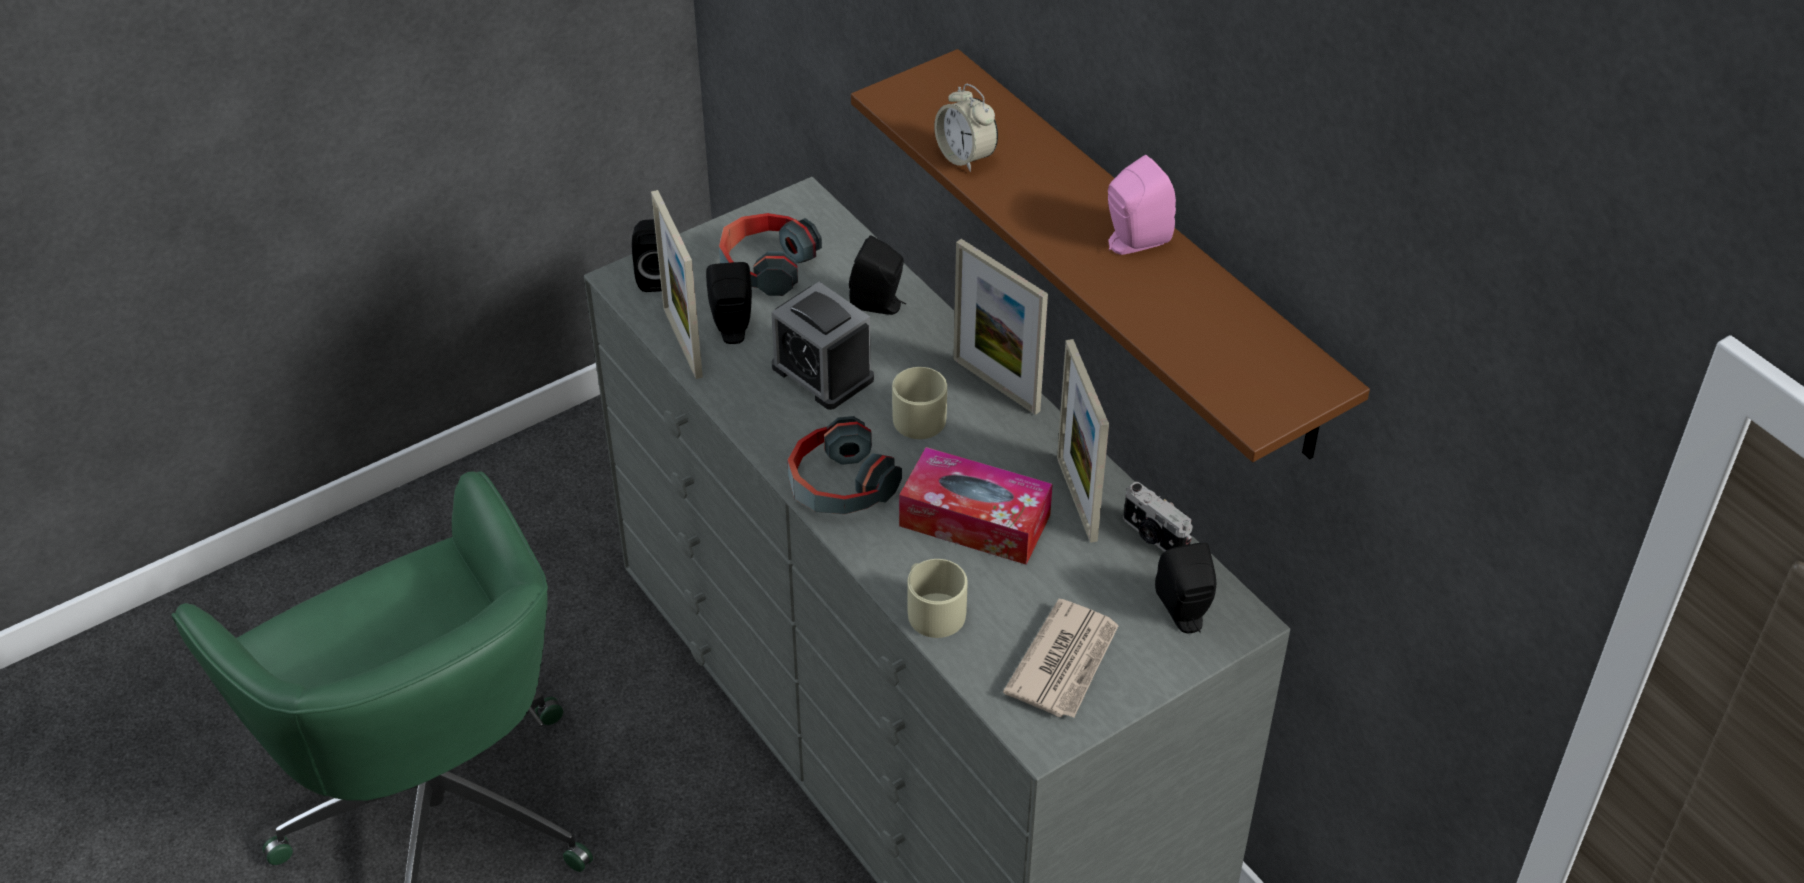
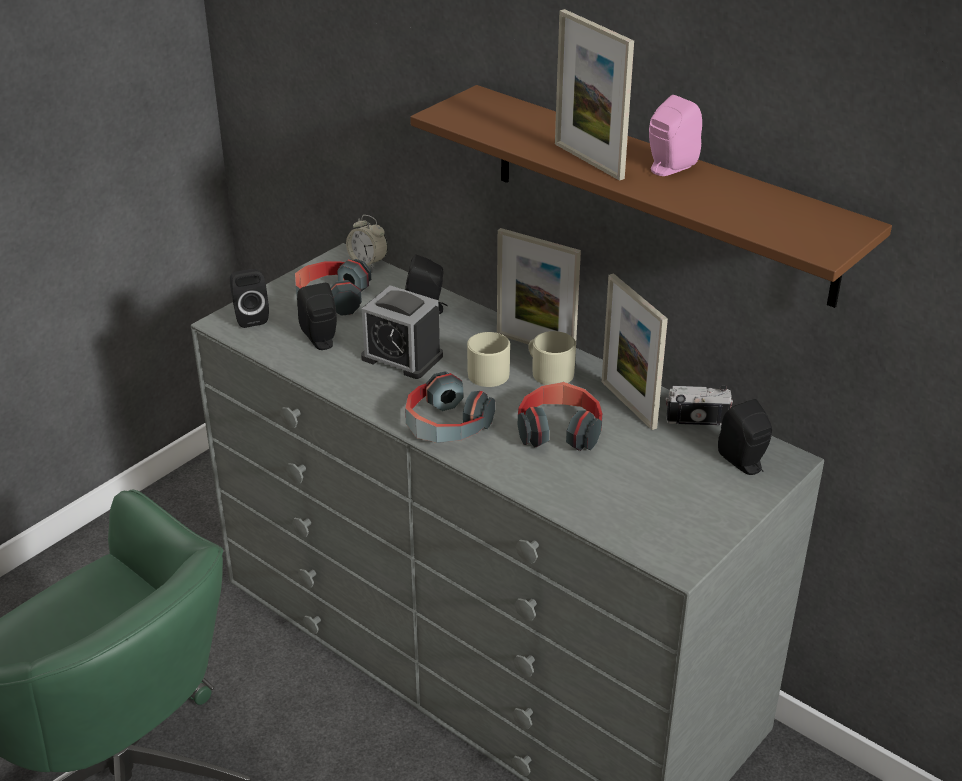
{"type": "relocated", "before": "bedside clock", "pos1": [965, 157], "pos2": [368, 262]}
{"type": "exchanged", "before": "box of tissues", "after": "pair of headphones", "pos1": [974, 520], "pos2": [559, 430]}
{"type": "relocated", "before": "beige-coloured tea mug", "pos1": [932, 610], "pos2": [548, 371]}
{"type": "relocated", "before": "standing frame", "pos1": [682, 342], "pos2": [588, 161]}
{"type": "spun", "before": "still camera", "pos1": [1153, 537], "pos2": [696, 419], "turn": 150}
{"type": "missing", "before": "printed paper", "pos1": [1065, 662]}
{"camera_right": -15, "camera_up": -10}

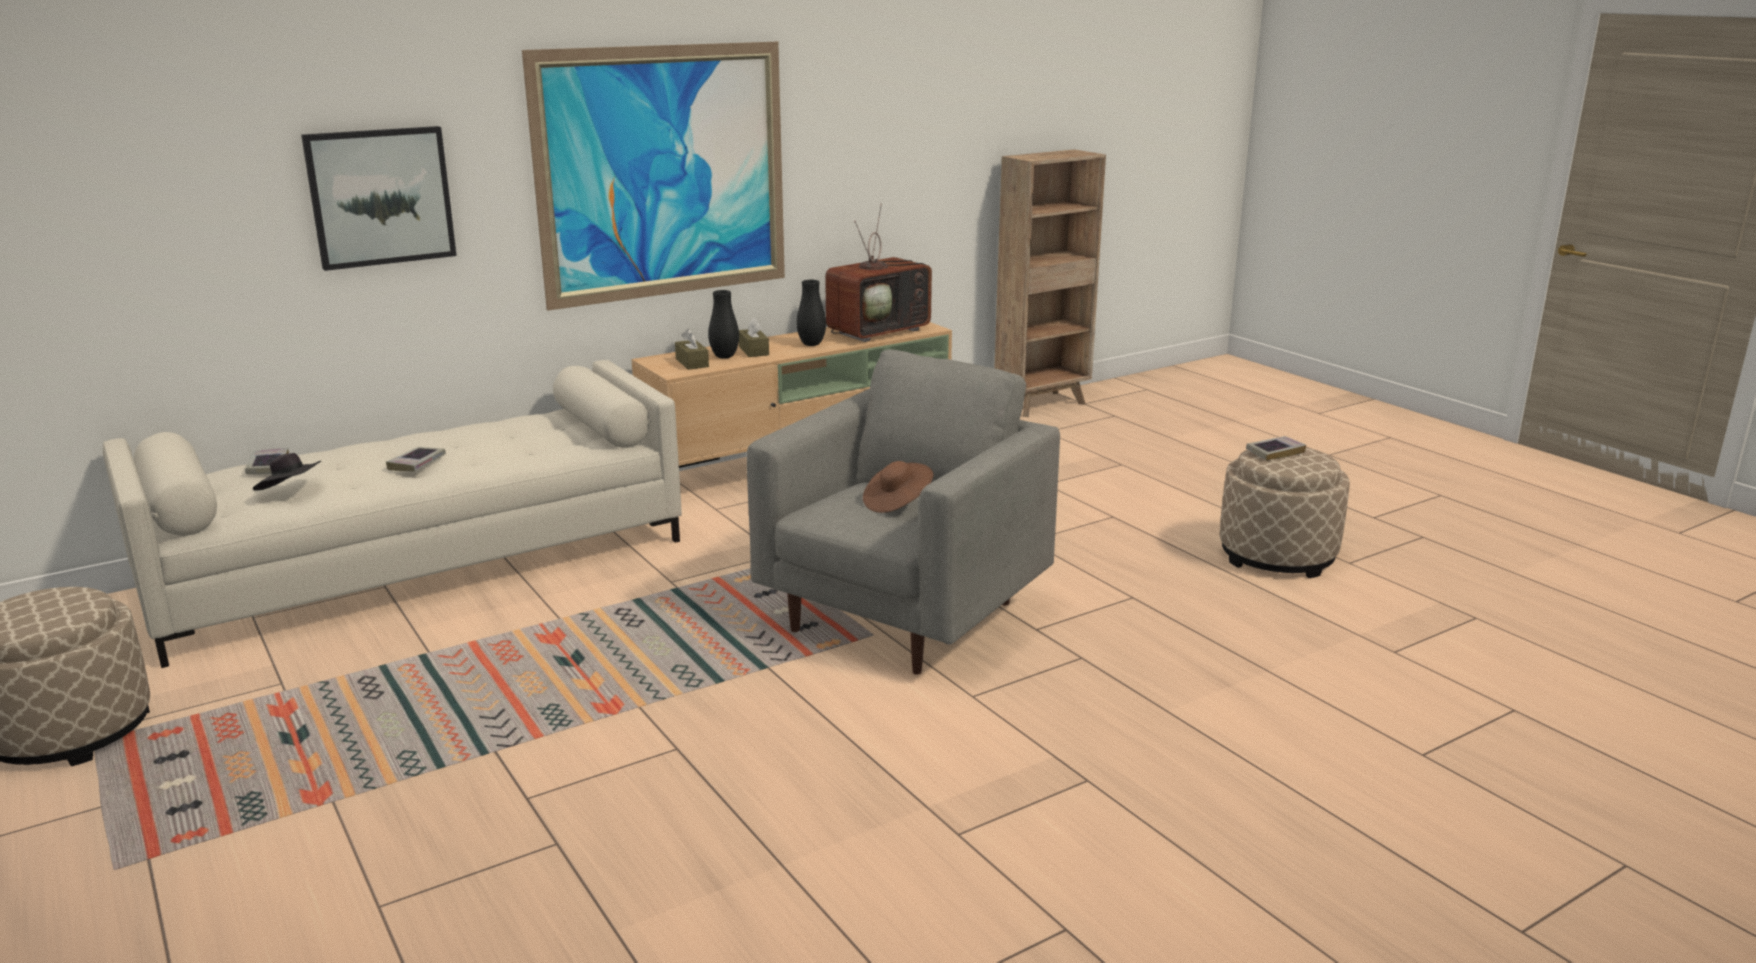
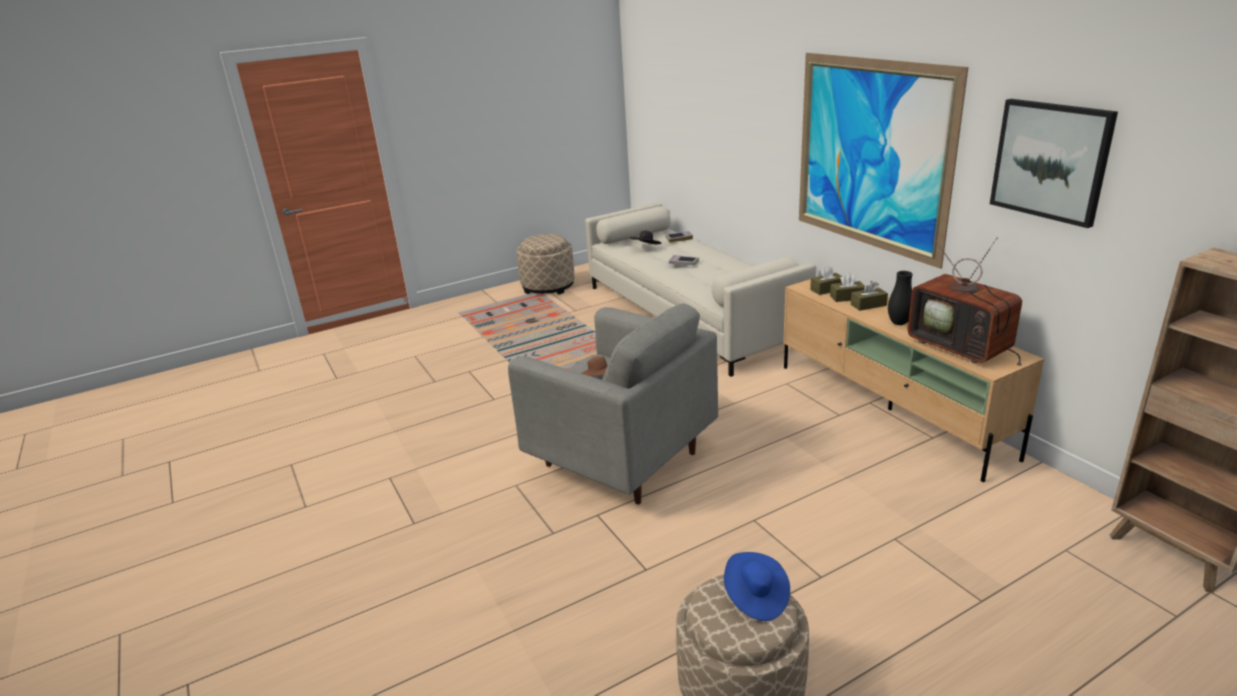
{"type": "exchanged", "before": "volume", "after": "blue-coloured hat", "pos1": [1275, 452], "pos2": [755, 598]}
{"type": "exchanged", "before": "black-coloured decorative vase", "after": "brownish box of tissues", "pos1": [724, 357], "pos2": [847, 297]}
{"type": "relocated", "before": "wall art", "pos1": [380, 197], "pos2": [1051, 161]}
{"camera_right": 95, "camera_up": 5}

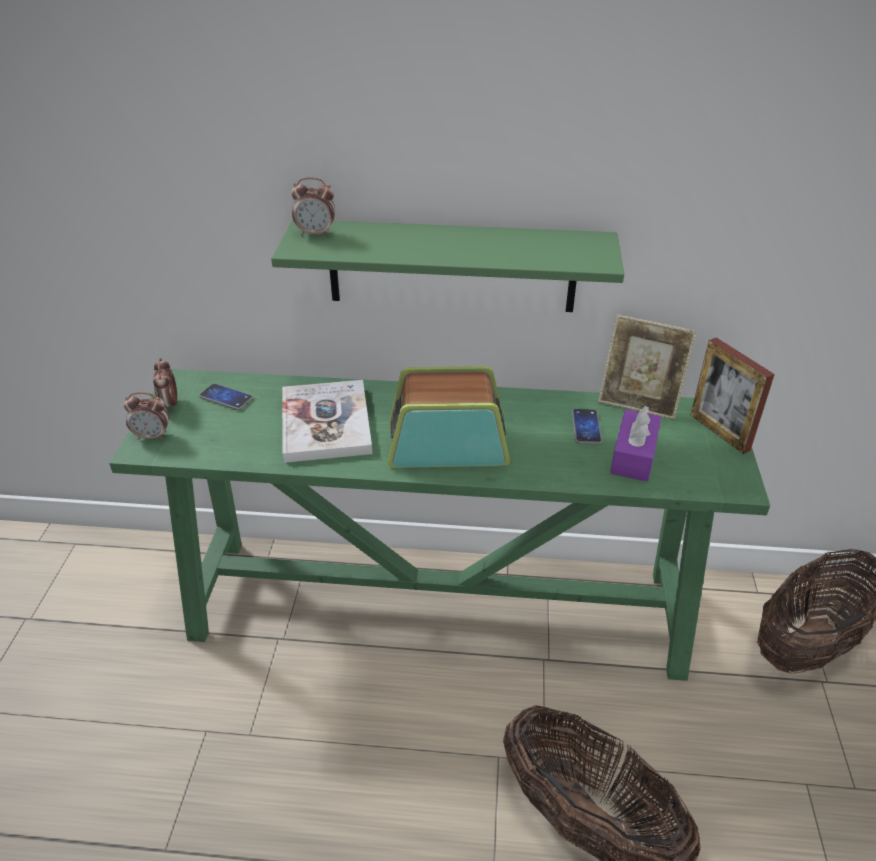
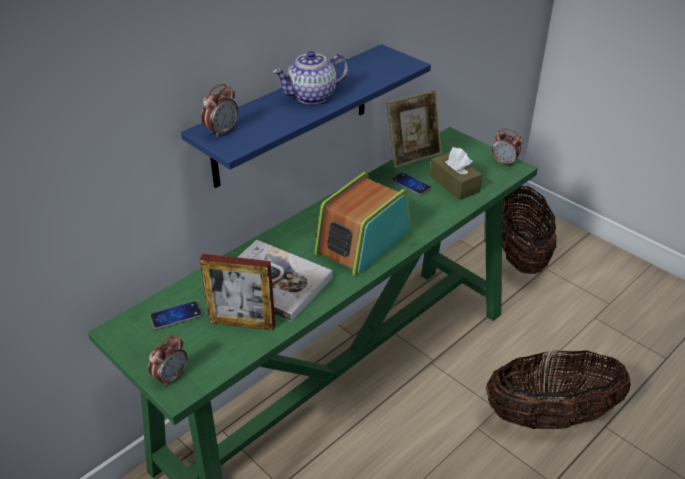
{"type": "colour", "before": "green-coloured wall shelf", "after": "blue-coloured wall shelf", "pos1": [452, 266], "pos2": [292, 116]}
{"type": "relocated", "before": "standing frame", "pos1": [719, 432], "pos2": [242, 323]}
{"type": "appeared", "after": "pot for tea", "pos2": [313, 96]}
{"type": "colour", "before": "purple-coloured box of tissues", "after": "brownish box of tissues", "pos1": [633, 456], "pos2": [454, 184]}
{"type": "relocated", "before": "bedside clock", "pos1": [170, 405], "pos2": [504, 162]}
{"camera_right": -50, "camera_up": 0}

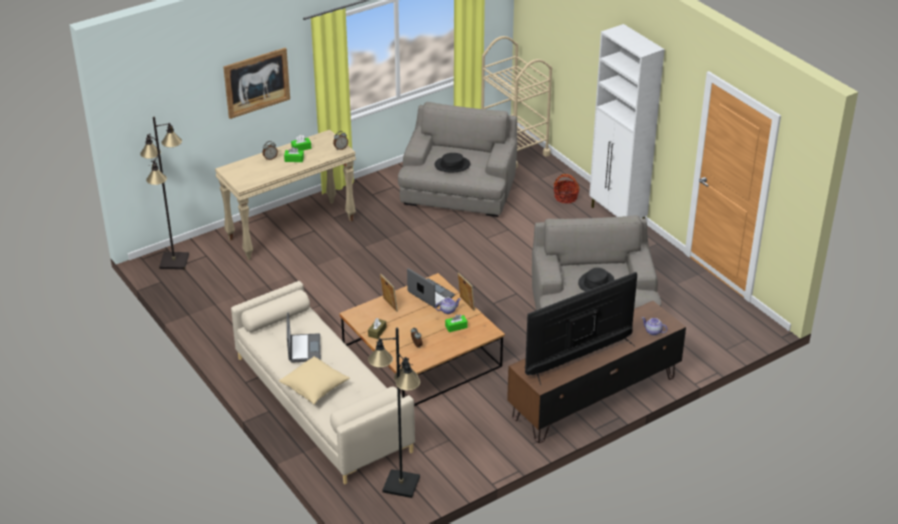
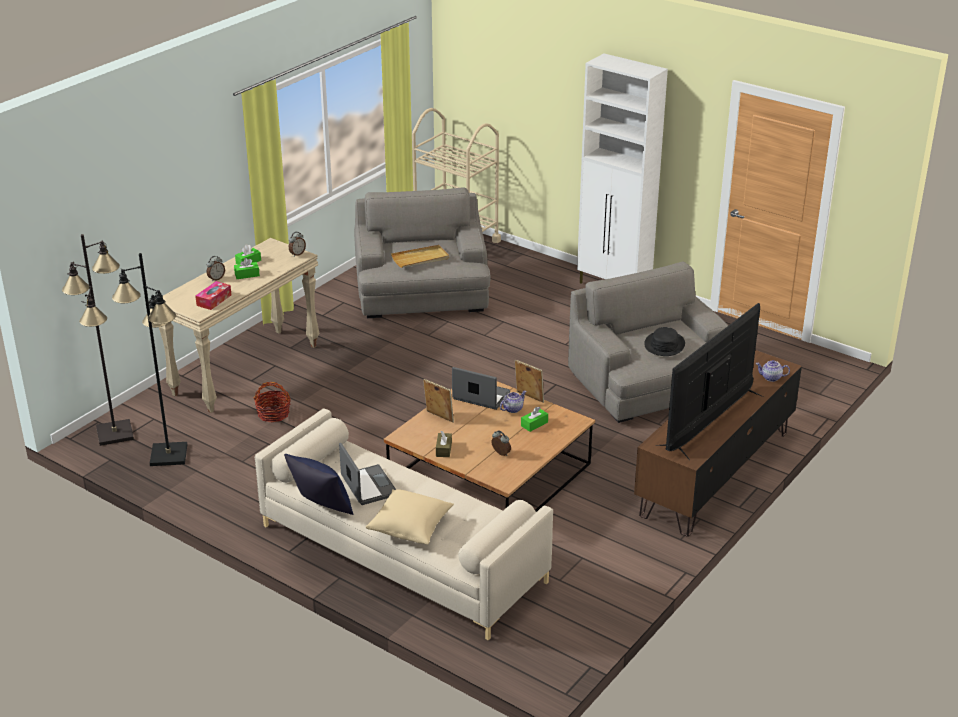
{"type": "relocated", "before": "black-coloured standard lamp", "pos1": [401, 484], "pos2": [168, 455]}
{"type": "appeared", "after": "box of tissues", "pos2": [214, 300]}
{"type": "relocated", "before": "household basket", "pos1": [566, 197], "pos2": [273, 414]}
{"type": "appeared", "after": "blue-coloured pillow", "pos2": [321, 509]}
{"type": "exchanged", "before": "black-coloured hat", "after": "beige-coloured serving tray", "pos1": [452, 165], "pos2": [420, 258]}
{"type": "missing", "before": "wall art", "pos1": [257, 82]}
{"camera_right": -20, "camera_up": -5}

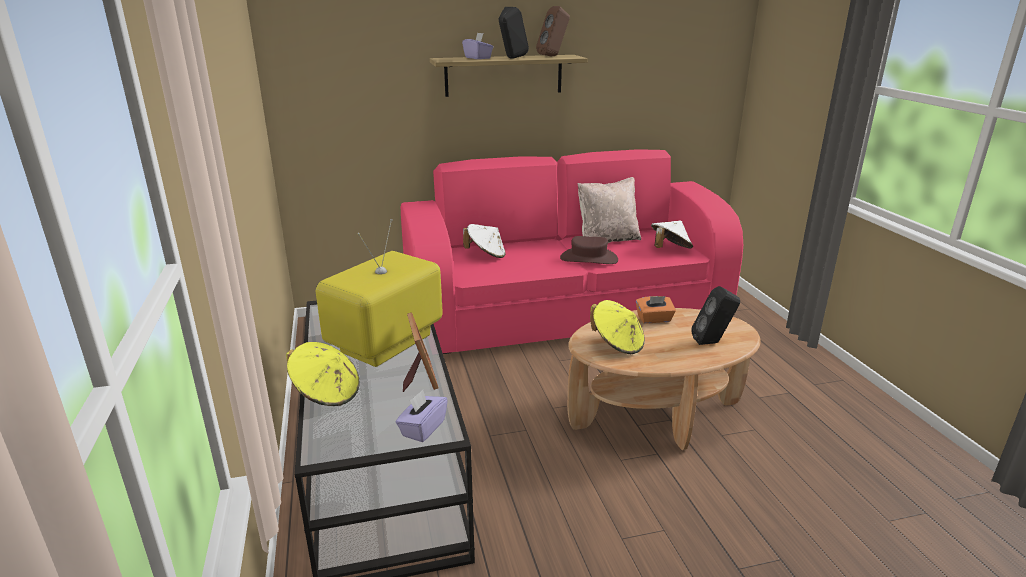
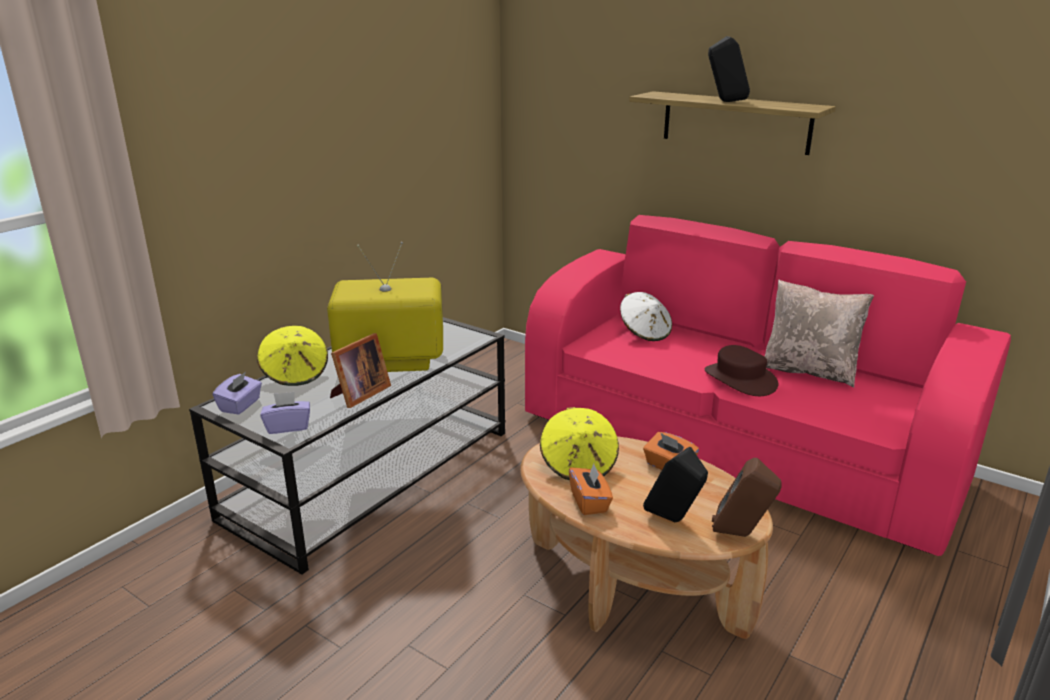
{"type": "relocated", "before": "purple-coloured box of tissues", "pos1": [478, 58], "pos2": [240, 405]}
{"type": "appeared", "after": "orange-coloured box of tissues", "pos2": [589, 502]}
{"type": "relocated", "before": "brownish speaker", "pos1": [553, 56], "pos2": [741, 535]}
{"type": "missing", "before": "white hat", "pos1": [670, 250]}
{"camera_right": 50, "camera_up": 0}

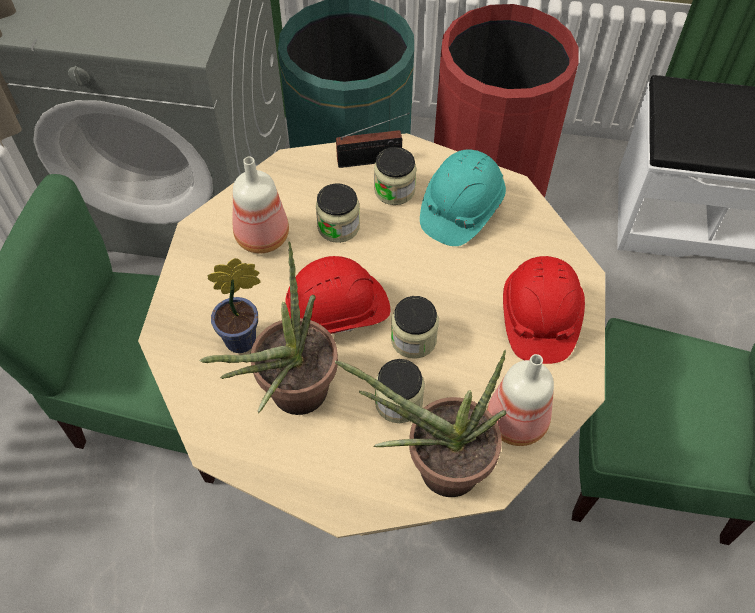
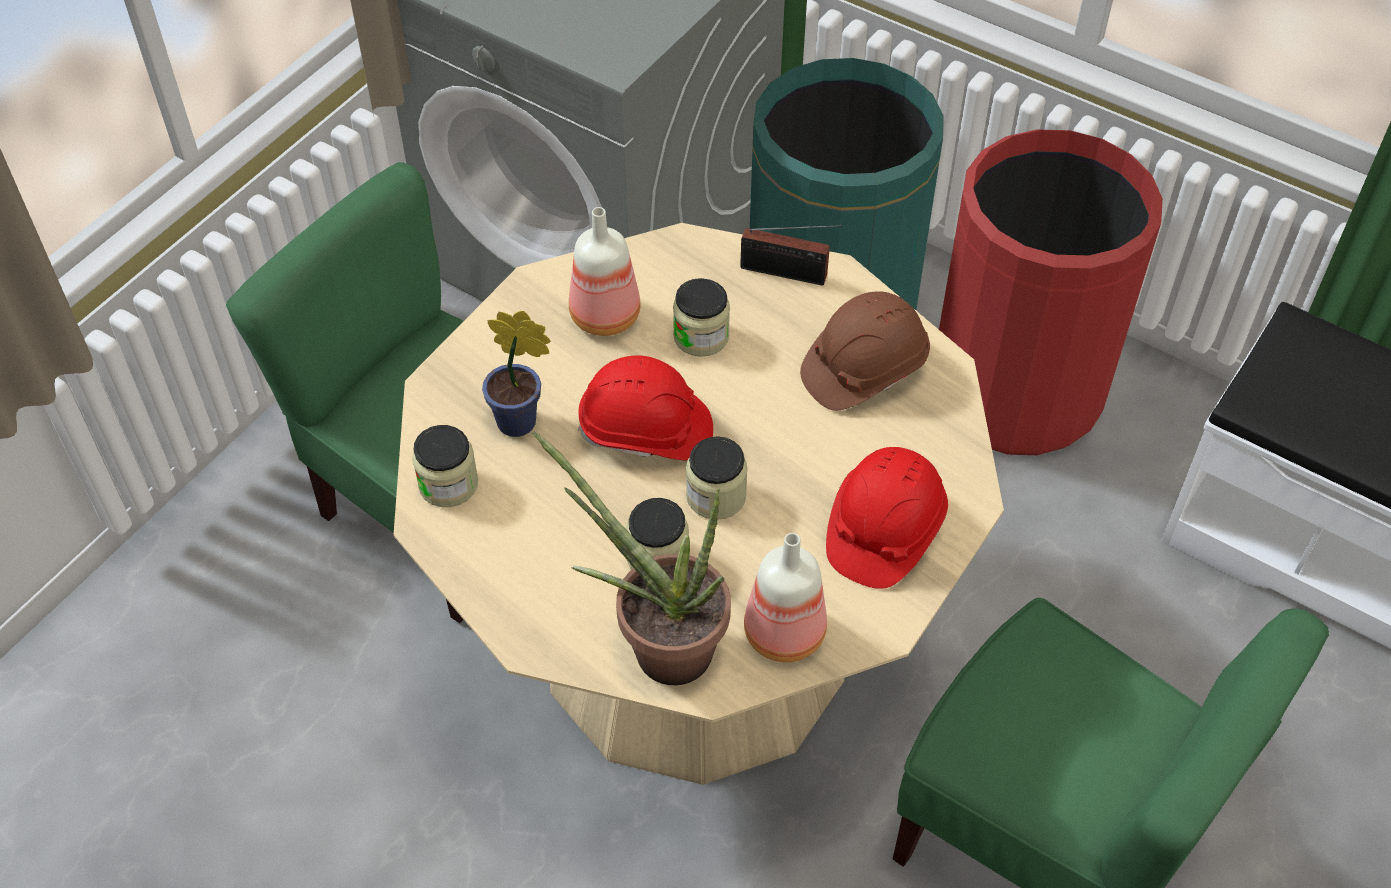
{"type": "relocated", "before": "preserve jar", "pos1": [394, 190], "pos2": [448, 484]}
{"type": "colour", "before": "turquoise-coloured safety helmet", "after": "brownish safety helmet", "pos1": [460, 209], "pos2": [863, 369]}
{"type": "missing", "before": "potted plant", "pos1": [291, 400]}
{"camera_right": 25, "camera_up": -5}

